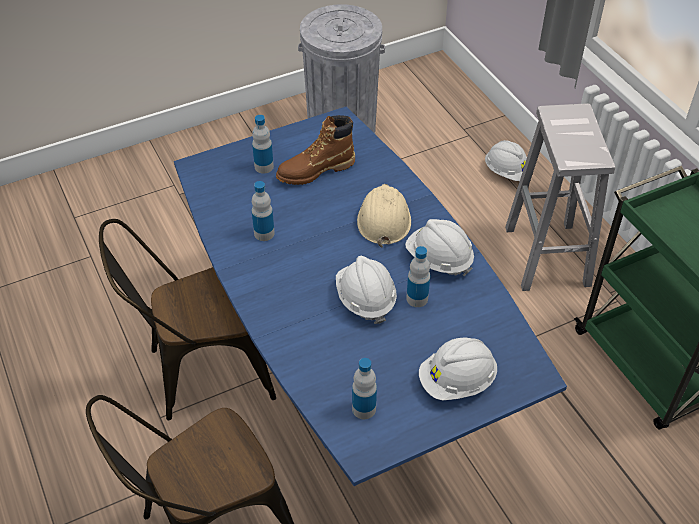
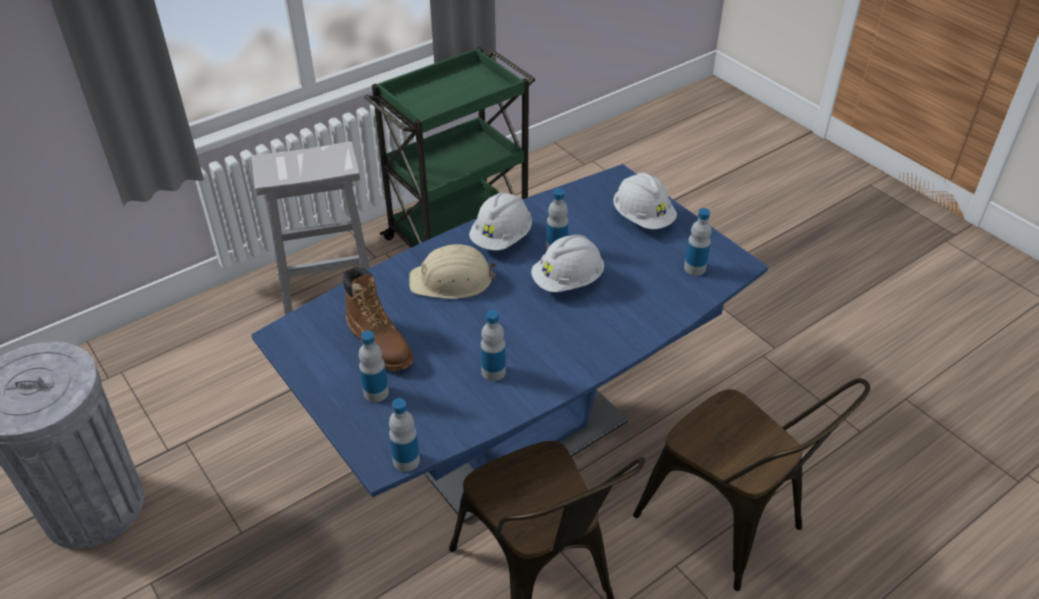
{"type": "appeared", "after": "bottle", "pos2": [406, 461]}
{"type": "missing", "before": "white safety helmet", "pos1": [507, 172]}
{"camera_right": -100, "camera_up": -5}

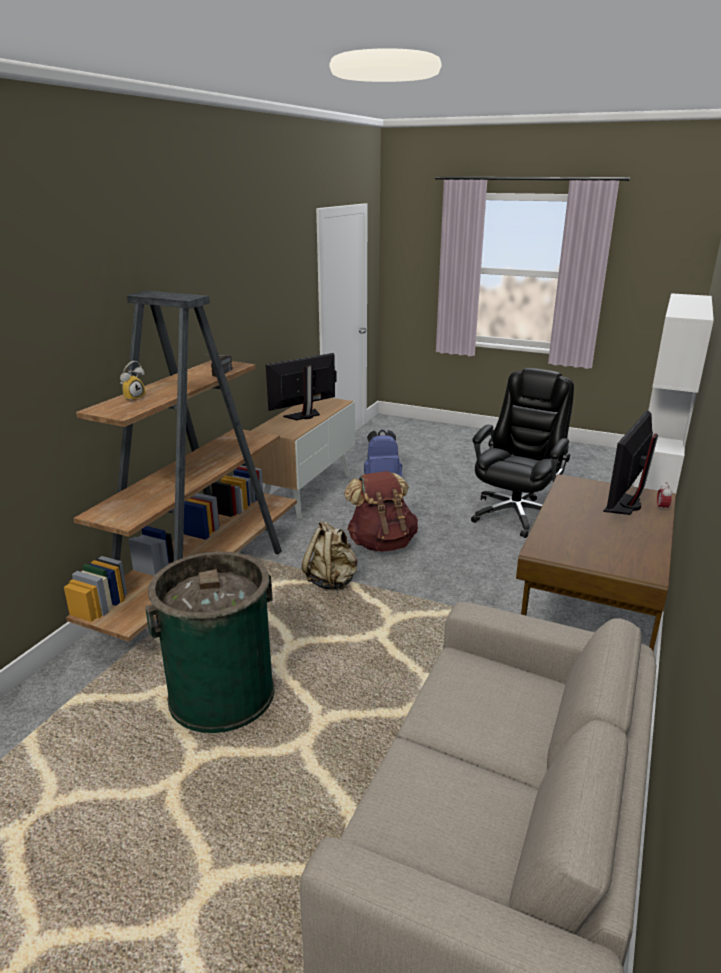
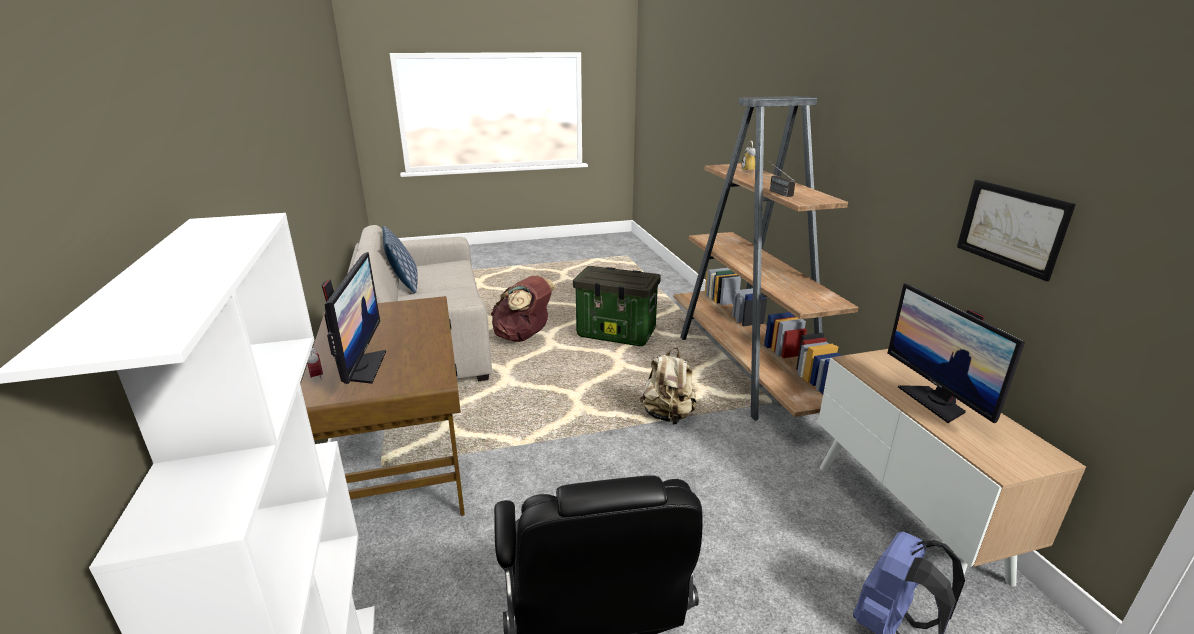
{"type": "appeared", "after": "pillow", "pos2": [404, 284]}
{"type": "relocated", "before": "brownish rucksack", "pos1": [381, 543], "pos2": [524, 336]}
{"type": "exchanged", "before": "green-coloured rubbish bin", "after": "storage bin", "pos1": [221, 695], "pos2": [617, 333]}
{"type": "spun", "before": "monitor", "pos1": [304, 415], "pos2": [935, 401], "turn": 150}
{"type": "appeared", "after": "wall art", "pos2": [1011, 227]}
{"camera_right": 140, "camera_up": 0}

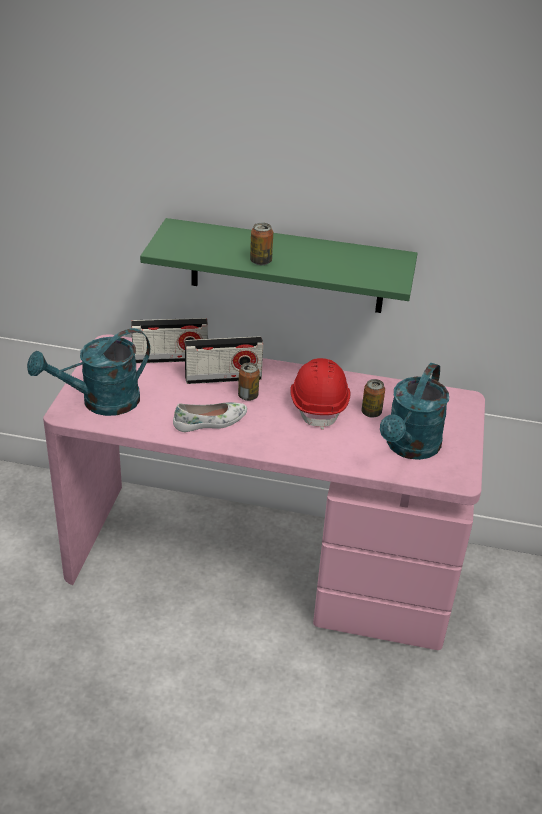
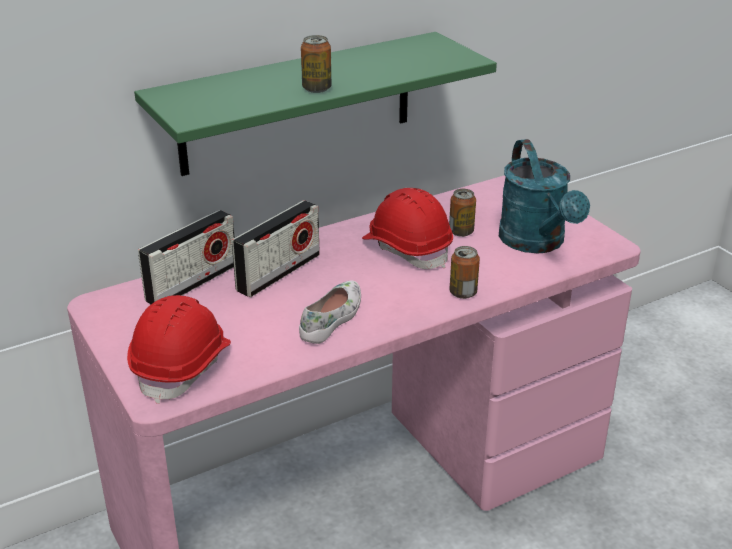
{"type": "exchanged", "before": "turquoise-coloured sprinkling can", "after": "red safety helmet", "pos1": [101, 403], "pos2": [183, 366]}
{"type": "relocated", "before": "sealed can", "pos1": [248, 396], "pos2": [463, 293]}
{"camera_right": -40, "camera_up": -5}

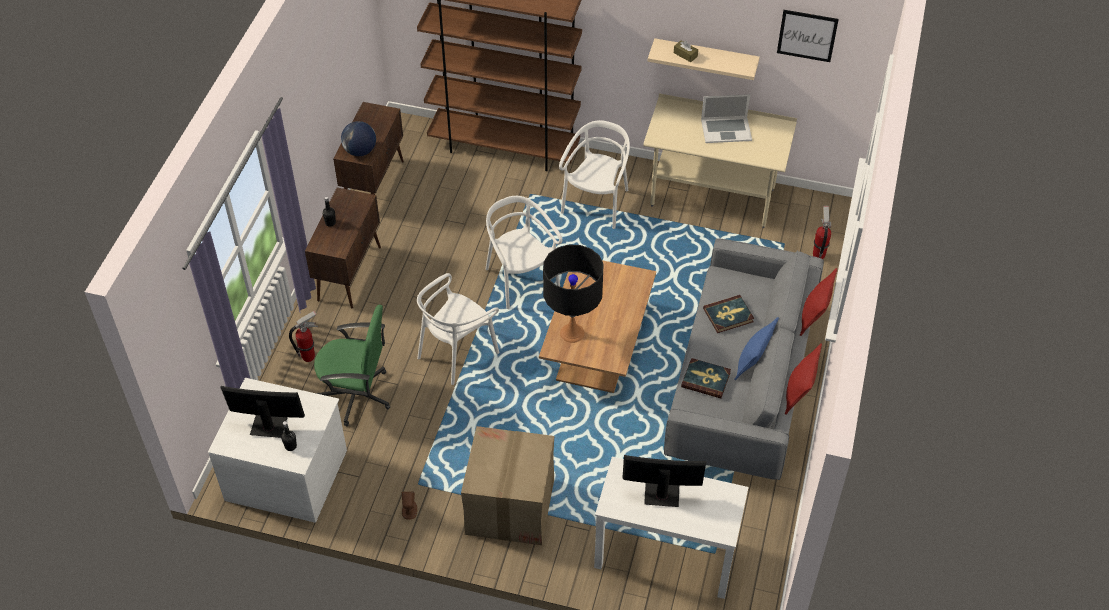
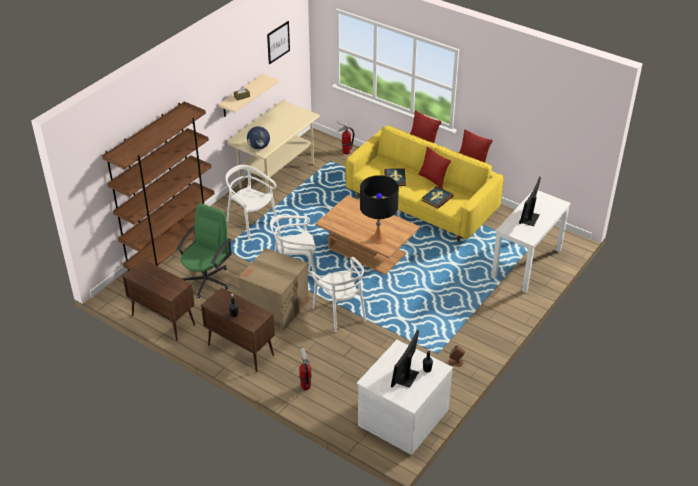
{"type": "relocated", "before": "green-coloured computer chair", "pos1": [357, 395], "pos2": [207, 280]}
{"type": "relocated", "before": "cardboard box", "pos1": [510, 507], "pos2": [276, 307]}
{"type": "relocated", "before": "desk globe", "pos1": [360, 151], "pos2": [259, 147]}
{"type": "colour", "before": "greyish couch", "after": "yellowish couch", "pos1": [740, 383], "pos2": [421, 205]}
{"type": "colour", "before": "blue-coloured pillow", "after": "red pillow", "pos1": [752, 363], "pos2": [433, 180]}
{"type": "missing", "before": "portable computer", "pos1": [726, 130]}
{"camera_right": -70, "camera_up": -10}

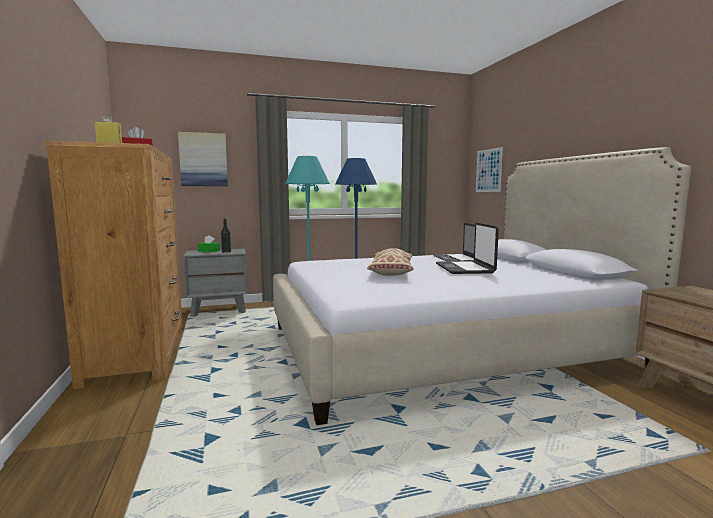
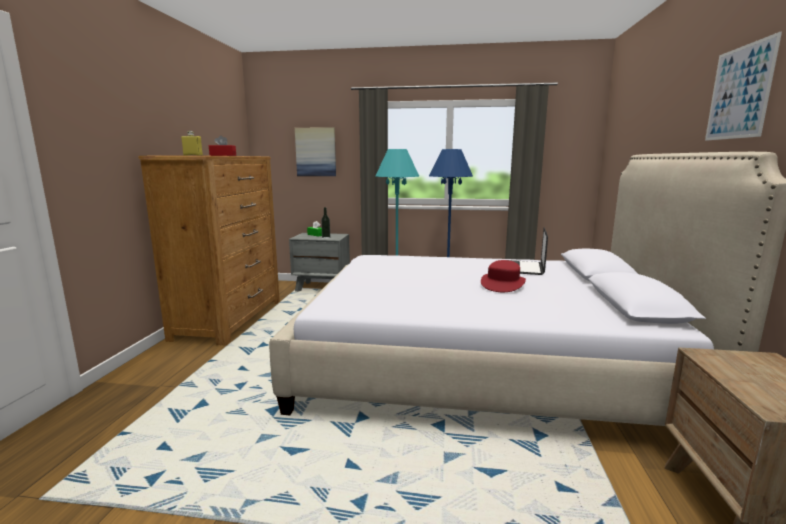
{"type": "exchanged", "before": "portable computer", "after": "red hat", "pos1": [465, 268], "pos2": [503, 284]}
{"type": "relocated", "before": "wall art", "pos1": [488, 170], "pos2": [739, 92]}
{"type": "missing", "before": "beige-coloured pillow", "pos1": [391, 272]}
{"camera_right": 25, "camera_up": 5}

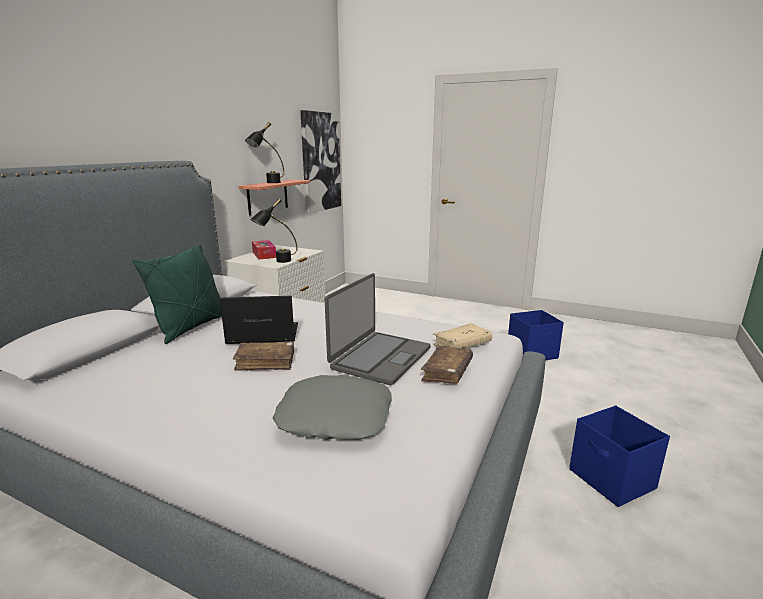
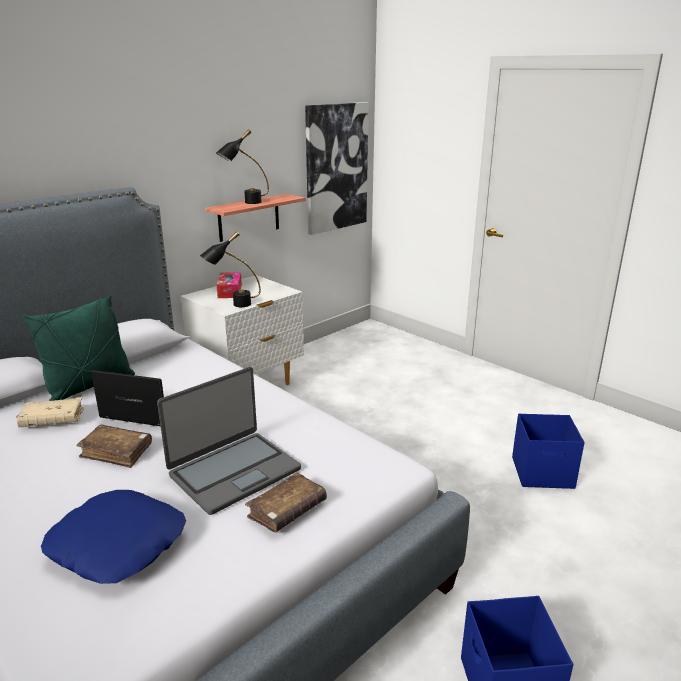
{"type": "relocated", "before": "beige-coloured volume", "pos1": [462, 345], "pos2": [52, 420]}
{"type": "colour", "before": "greyish pillow", "after": "blue-coloured pillow", "pos1": [335, 417], "pos2": [118, 544]}
{"camera_right": 20, "camera_up": 5}

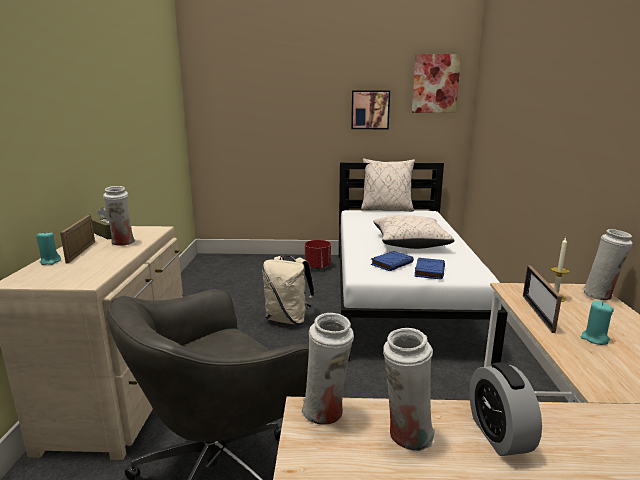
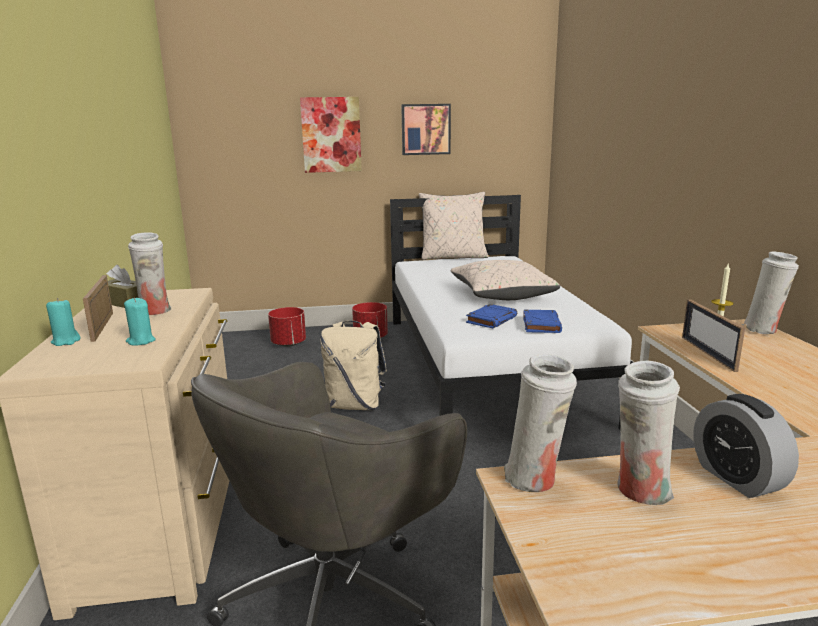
{"type": "relocated", "before": "turquoise-coloured wax candle", "pos1": [594, 339], "pos2": [141, 341]}
{"type": "appeared", "after": "red plant pot", "pos2": [289, 343]}
{"type": "relocated", "before": "wall art", "pos1": [435, 83], "pos2": [331, 135]}
{"camera_right": -10, "camera_up": 0}

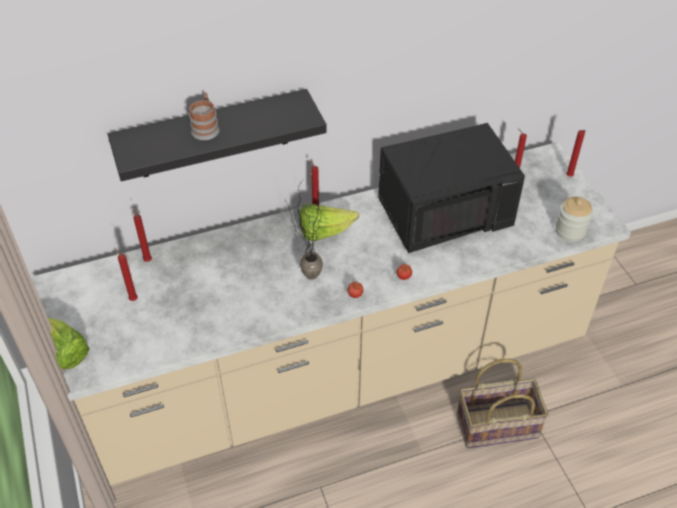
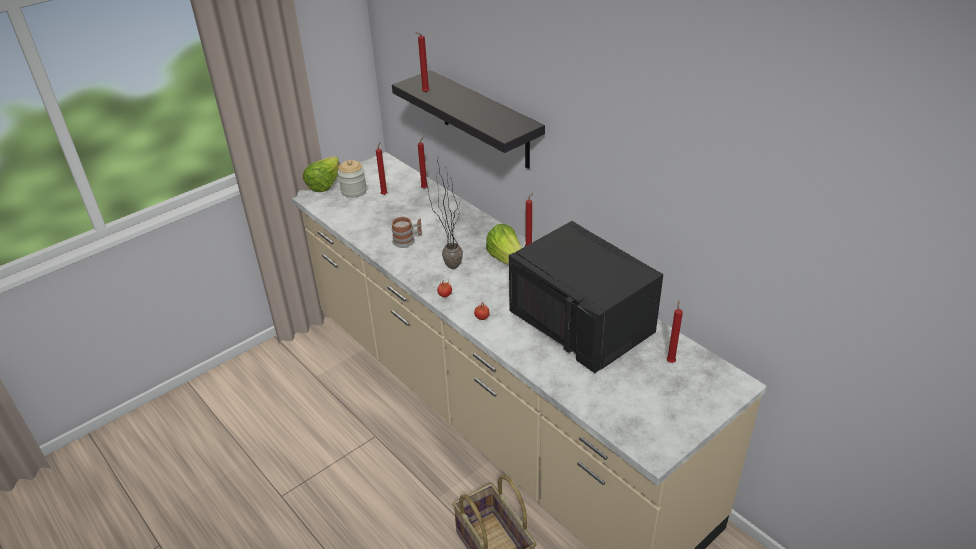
{"type": "relocated", "before": "preserve jar", "pos1": [570, 230], "pos2": [354, 191]}
{"type": "relocated", "before": "tea mug", "pos1": [206, 128], "pos2": [407, 240]}
{"type": "relocated", "before": "red wax candle", "pos1": [569, 177], "pos2": [424, 92]}
{"camera_right": 70, "camera_up": -10}

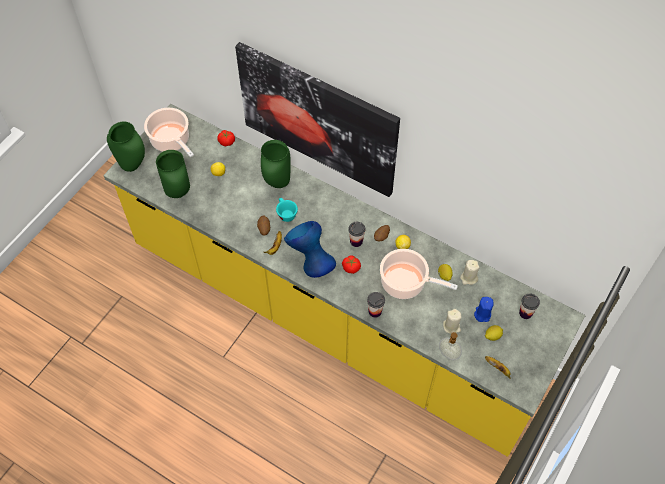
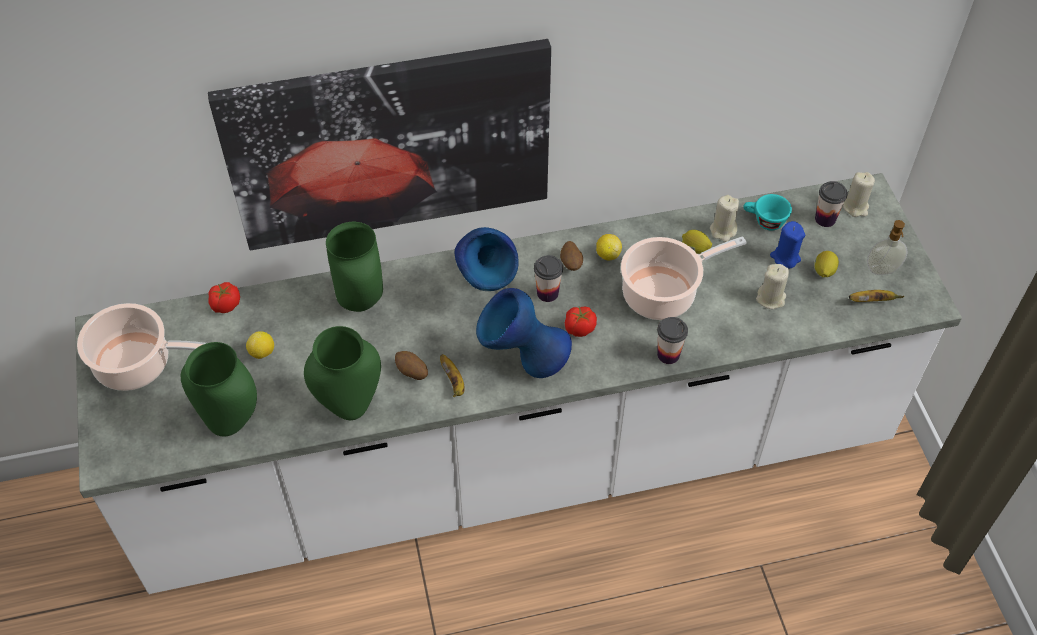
{"type": "colour", "before": "yellowish kitchen counter", "after": "white kitchen counter", "pos1": [332, 316], "pos2": [518, 463]}
{"type": "relocated", "before": "green-coloured decorative vase", "pos1": [133, 165], "pos2": [350, 406]}
{"type": "appeared", "after": "blue-coloured decorative vase", "pos2": [490, 290]}
{"type": "relocated", "before": "turquoise-coloured cup", "pos1": [285, 213], "pos2": [764, 221]}
{"type": "appeared", "after": "beige-coloured wax candle", "pos2": [855, 207]}
{"type": "relocated", "before": "soap bottle", "pos1": [448, 355], "pos2": [882, 270]}
{"camera_right": -45, "camera_up": -5}

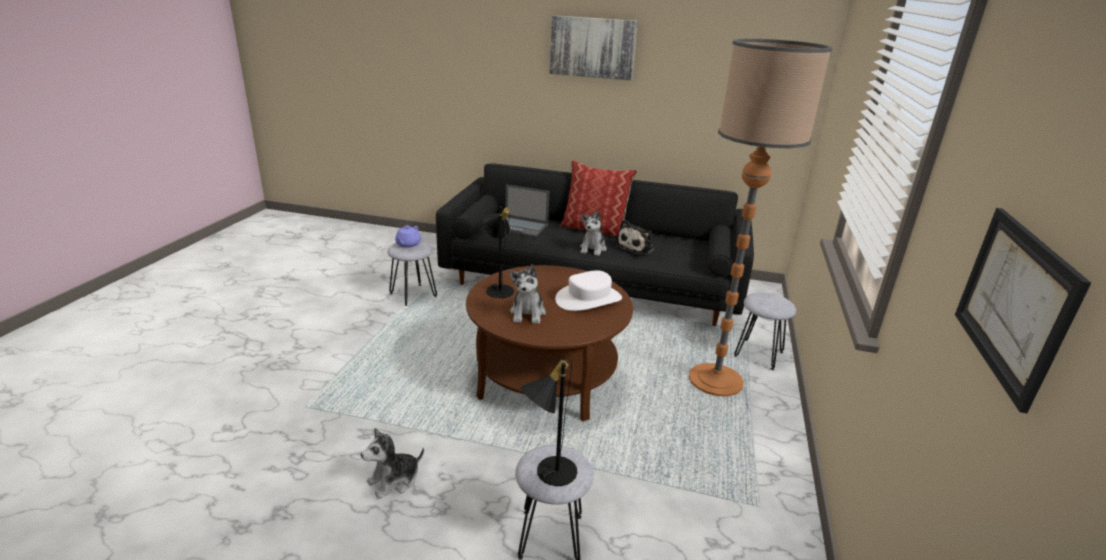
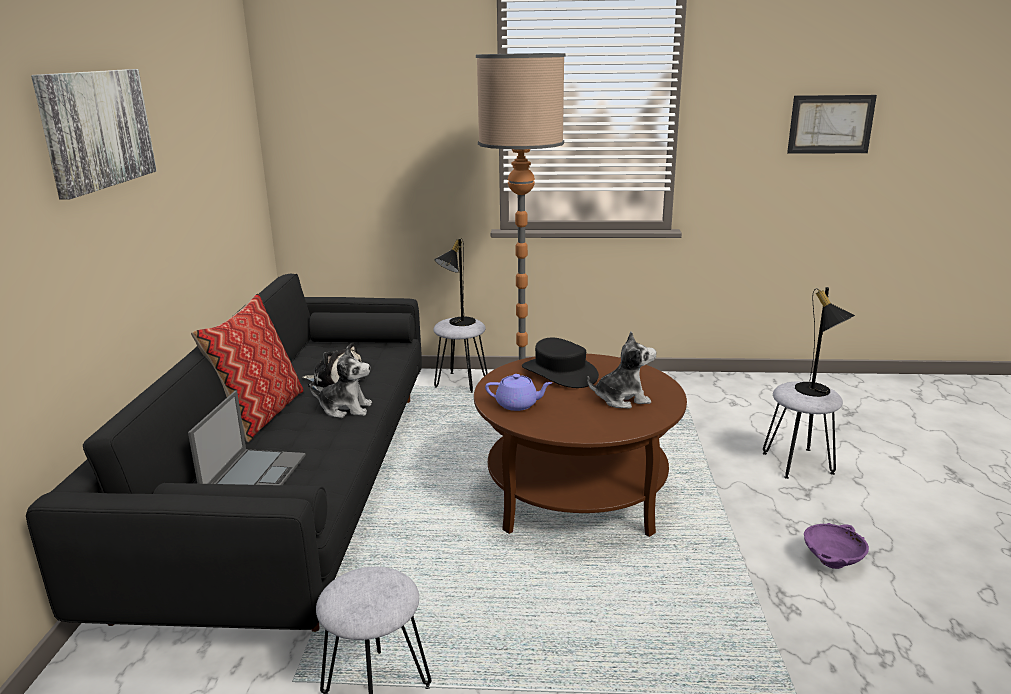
{"type": "relocated", "before": "black-coloured tabletop lamp", "pos1": [499, 288], "pos2": [457, 322]}
{"type": "relocated", "before": "purple-coloured pot for tea", "pos1": [408, 244], "pos2": [518, 405]}
{"type": "colour", "before": "white hat", "after": "black-coloured hat", "pos1": [588, 299], "pos2": [560, 373]}
{"type": "exchanged", "before": "cuddly toy", "after": "purple-coloured serving bowl", "pos1": [394, 481], "pos2": [832, 561]}
{"camera_right": -100, "camera_up": -5}

